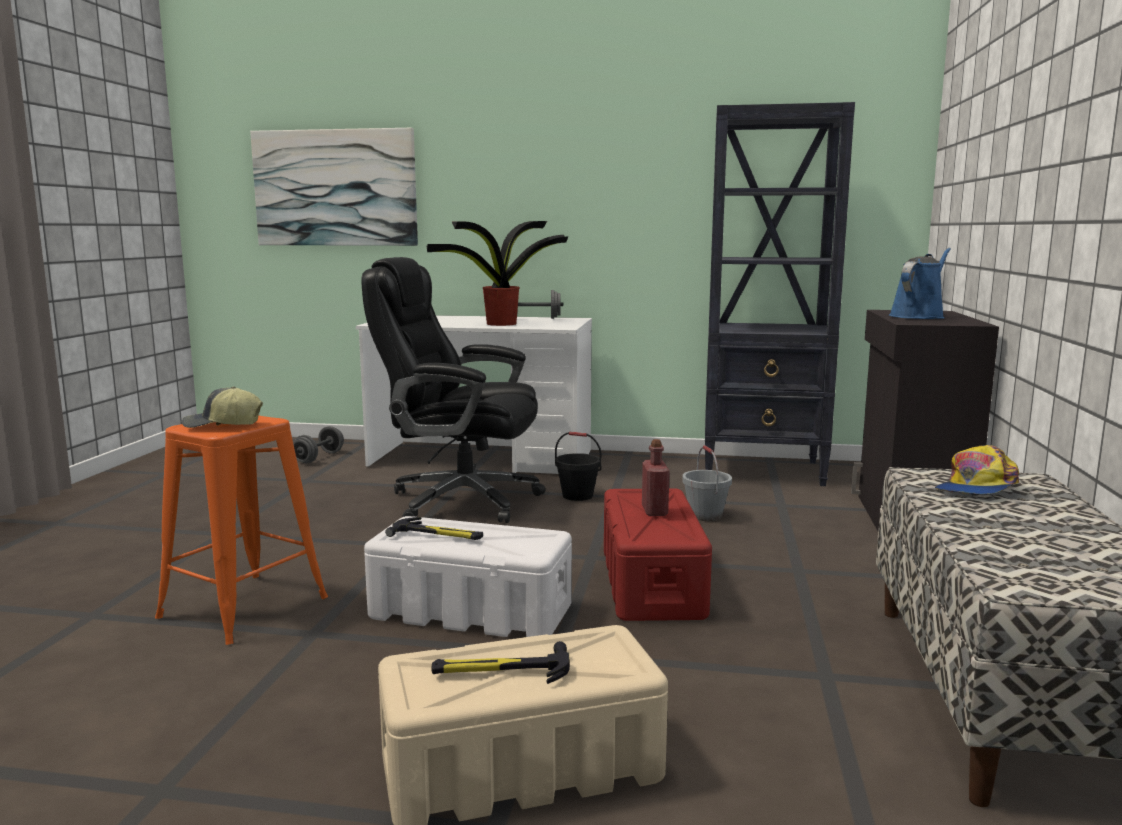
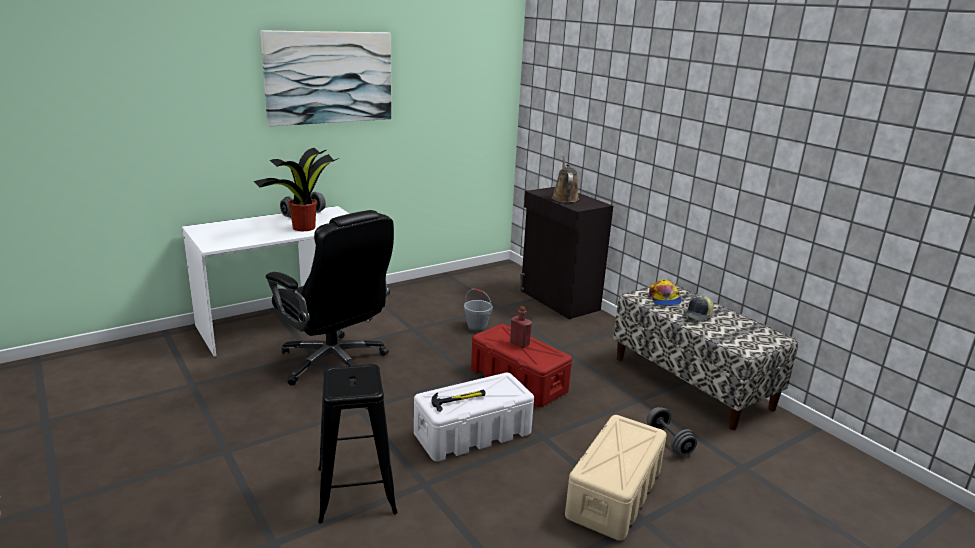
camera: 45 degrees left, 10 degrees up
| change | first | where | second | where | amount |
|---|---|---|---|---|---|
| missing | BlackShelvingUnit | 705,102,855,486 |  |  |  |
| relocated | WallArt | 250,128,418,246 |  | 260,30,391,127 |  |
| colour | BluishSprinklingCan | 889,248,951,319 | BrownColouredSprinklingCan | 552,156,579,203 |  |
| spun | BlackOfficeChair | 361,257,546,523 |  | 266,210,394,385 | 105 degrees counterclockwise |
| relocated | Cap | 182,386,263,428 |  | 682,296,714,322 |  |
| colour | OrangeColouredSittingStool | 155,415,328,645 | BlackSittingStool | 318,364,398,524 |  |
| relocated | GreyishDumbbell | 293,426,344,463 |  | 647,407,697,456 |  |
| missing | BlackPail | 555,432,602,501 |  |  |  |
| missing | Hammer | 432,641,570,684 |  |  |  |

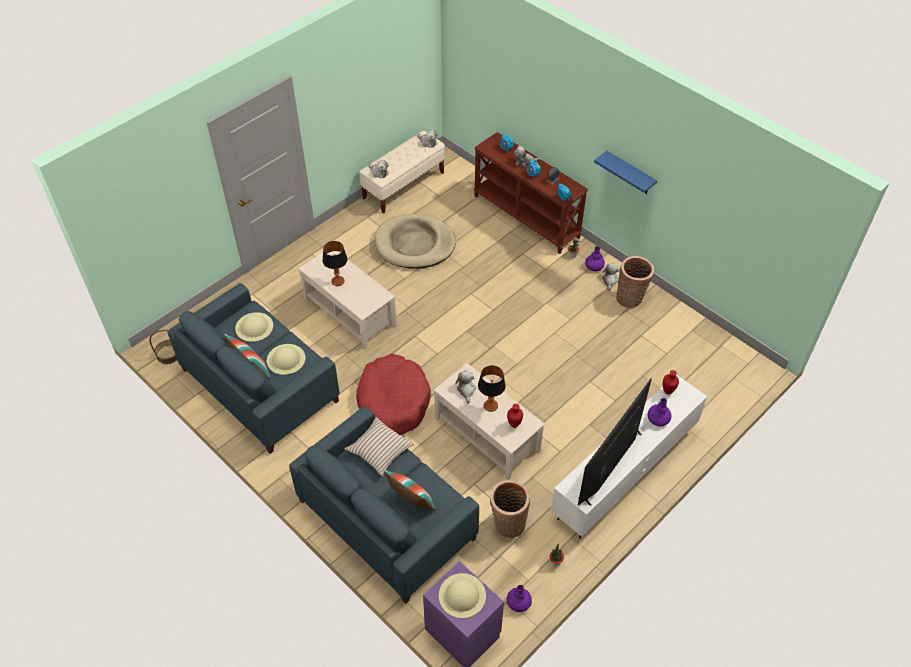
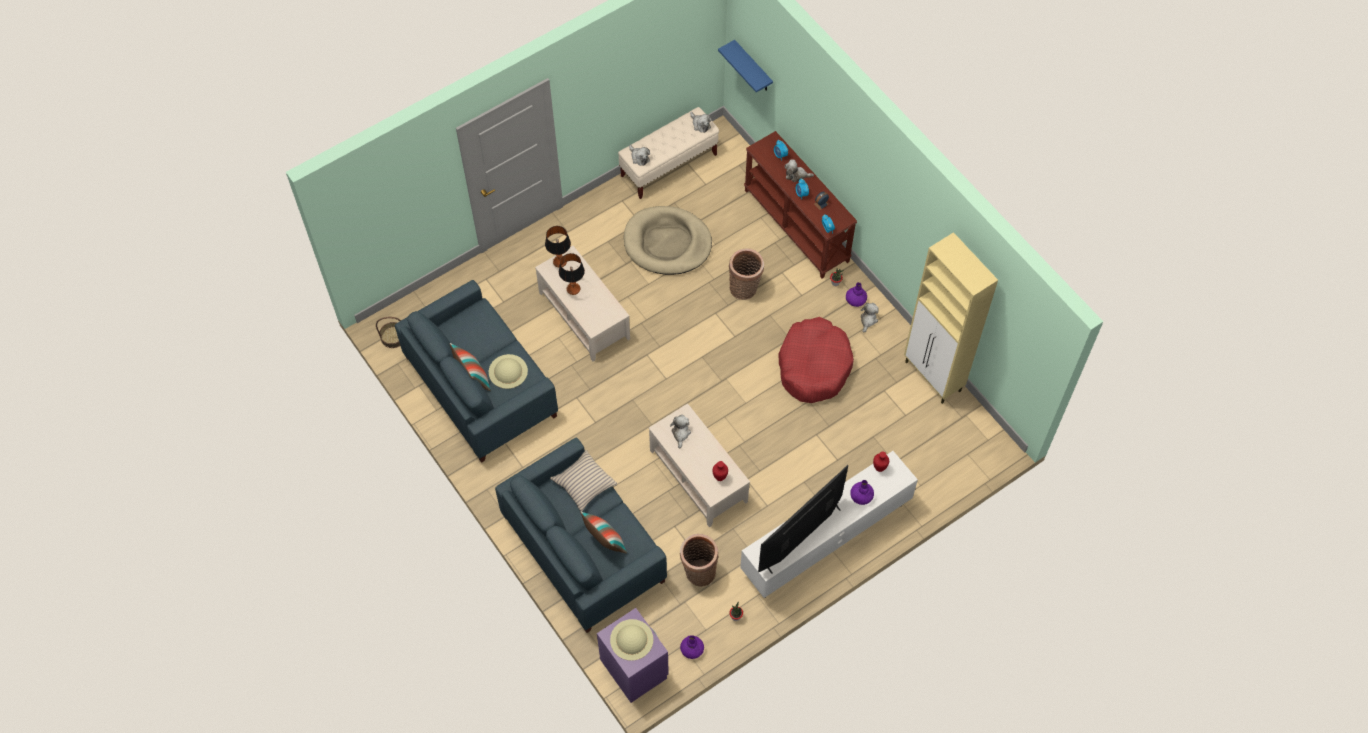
camera: 10 degrees right, 10 degrees up
| change | first | where | second | where | amount |
|---|---|---|---|---|---|
| relocated | BluishBracketShelf | 594,151,657,194 |  | 718,40,773,92 |  |
| relocated | StorageBasket | 616,256,654,308 |  | 729,248,764,300 |  |
| missing | BeigeColouredHat | 235,312,273,342 |  |  |  |
| relocated | RedColouredPetBed | 356,354,431,435 |  | 778,317,854,403 |  |
| relocated | LampForATable | 478,365,506,412 |  | 545,226,571,267 |  |
| appeared |  |  | BeigeColouredCabinet | 904,232,998,404 |  |

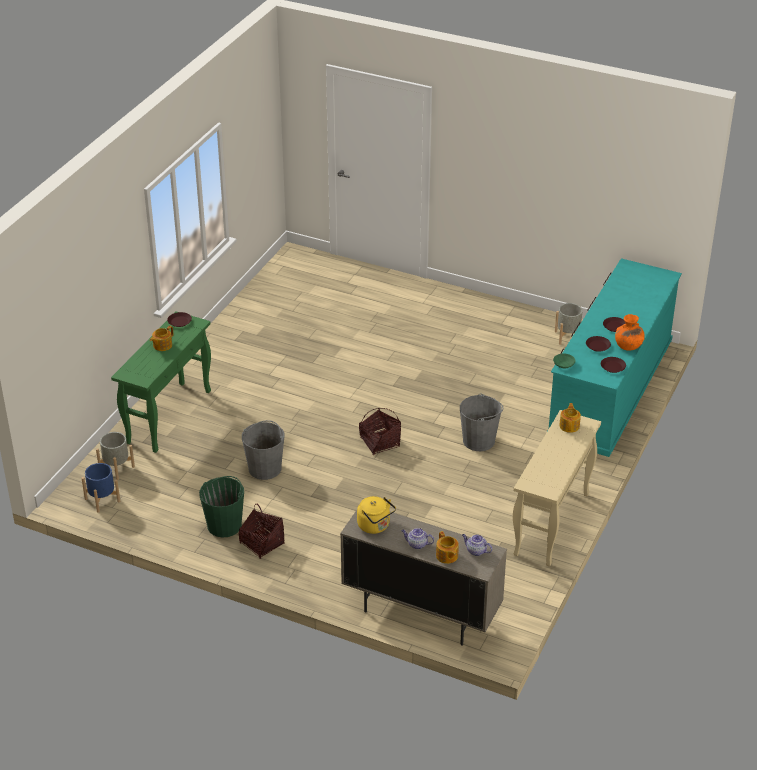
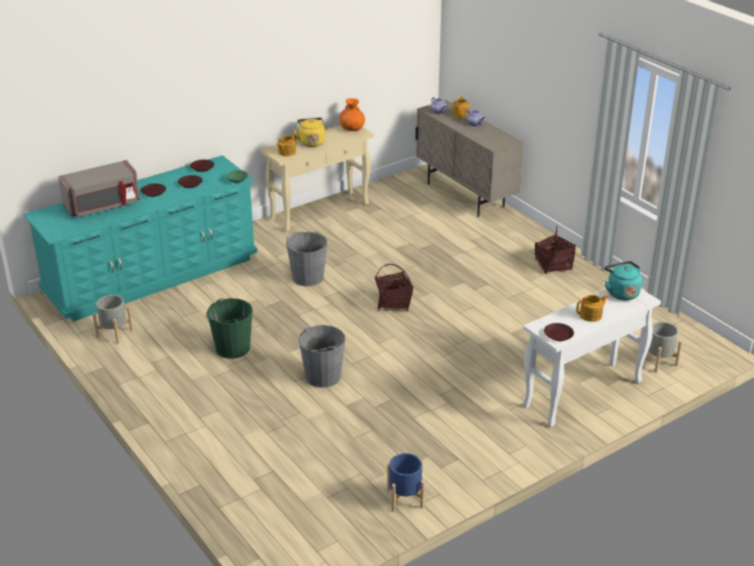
camera: 150 degrees left, 5 degrees down
| change | first | where | second | where | amount |
|---|---|---|---|---|---|
| colour | GreenishNarrowTable | 111,311,211,453 | WhiteColouredNarrowTable | 523,289,661,427 |  |
| relocated | OrangeColouredDecorativeVase | 615,314,645,351 |  | 339,98,365,131 |  |
| relocated | GreyishPail | 242,420,284,480 |  | 299,325,345,388 |  |
| relocated | BluishPlanter | 82,463,120,513 |  | 387,453,425,512 |  |
| relocated | GreenishPail | 199,476,244,538 |  | 206,298,253,359 |  |
| relocated | YellowKettle | 357,496,396,534 |  | 293,118,325,147 |  |
| appeared |  |  | GreyishKitchenMicrowave | 58,160,140,217 |  |
| appeared |  |  | TurquoiseColouredKettle | 604,261,642,300 |  |

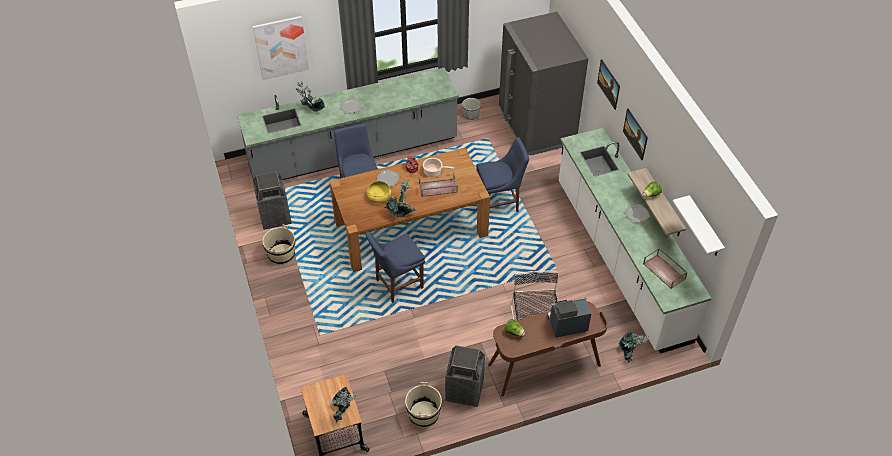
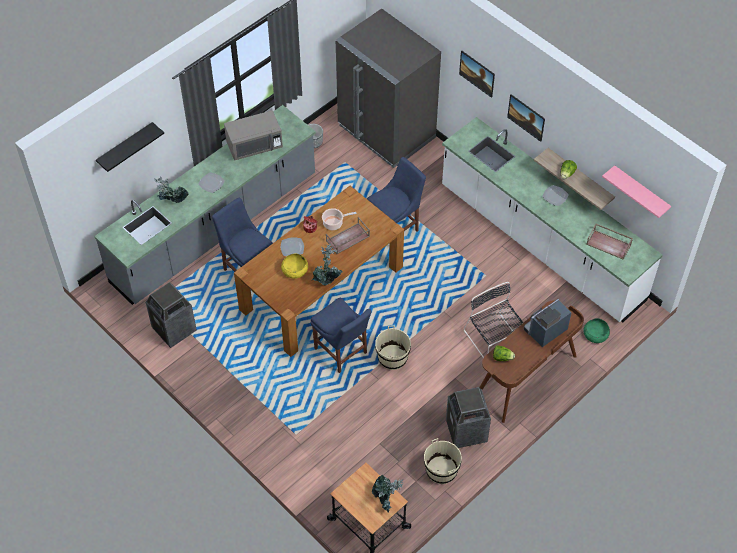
camera: 25 degrees left, 5 degrees up
| change | first | where | second | where | amount |
|---|---|---|---|---|---|
| exchanged | WallArt | 253,16,309,80 | BlackBracketShelf | 96,122,164,172 |  |
| colour | WhiteColouredBracketShelf | 672,195,725,256 | PinkBracketShelf | 602,165,671,218 |  |
| relocated | BeigeColouredPail | 263,224,295,265 |  | 375,325,411,370 |  |
| spun | BluishPlainChair | 366,232,425,303 |  | 310,297,371,373 | 75 degrees counterclockwise |
| exchanged | PottedPlant | 619,331,649,363 | GreenishDeepDish | 583,318,610,343 |  |
| appeared |  |  | GreyishKitchenMicrowave | 224,110,283,160 |  |

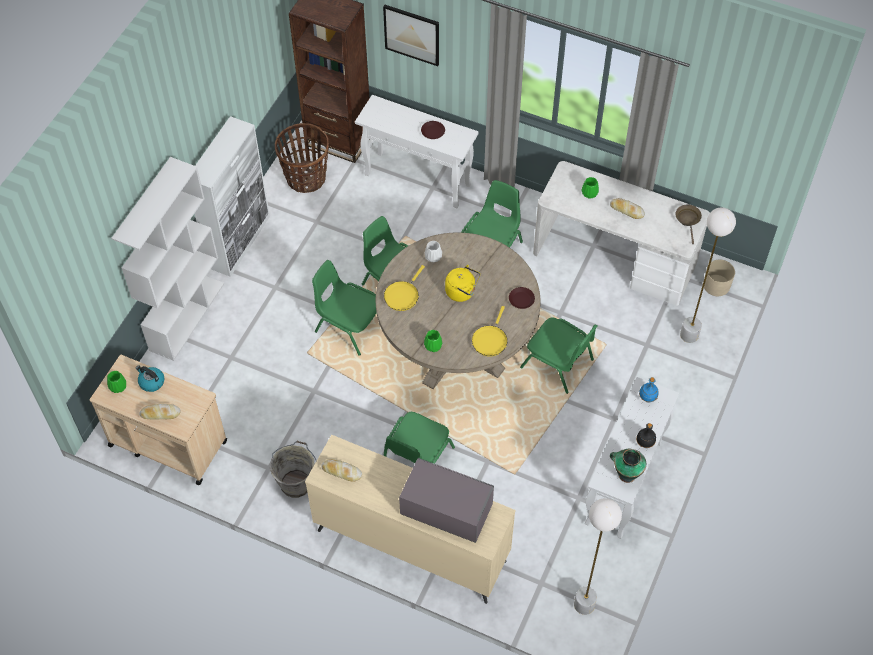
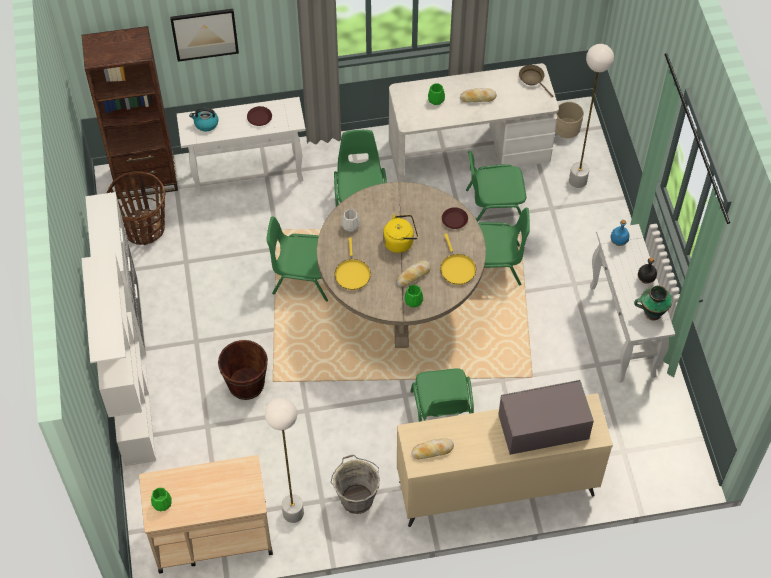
camera: 35 degrees left, 0 degrees up
| change | first | where | second | where | amount |
|---|---|---|---|---|---|
| relocated | GreenishPlainChair | 312,260,376,356 |  | 466,151,526,222 |  |
| relocated | Kettle | 136,366,164,392 |  | 189,108,218,131 |  |
| relocated | Bread | 139,404,180,419 |  | 397,261,431,287 |  |
| relocated | WhiteColouredFloorLamp | 574,498,622,615 |  | 265,398,304,523 |  |
| appeared |  |  | BrownColouredPail | 218,340,268,400 |  |

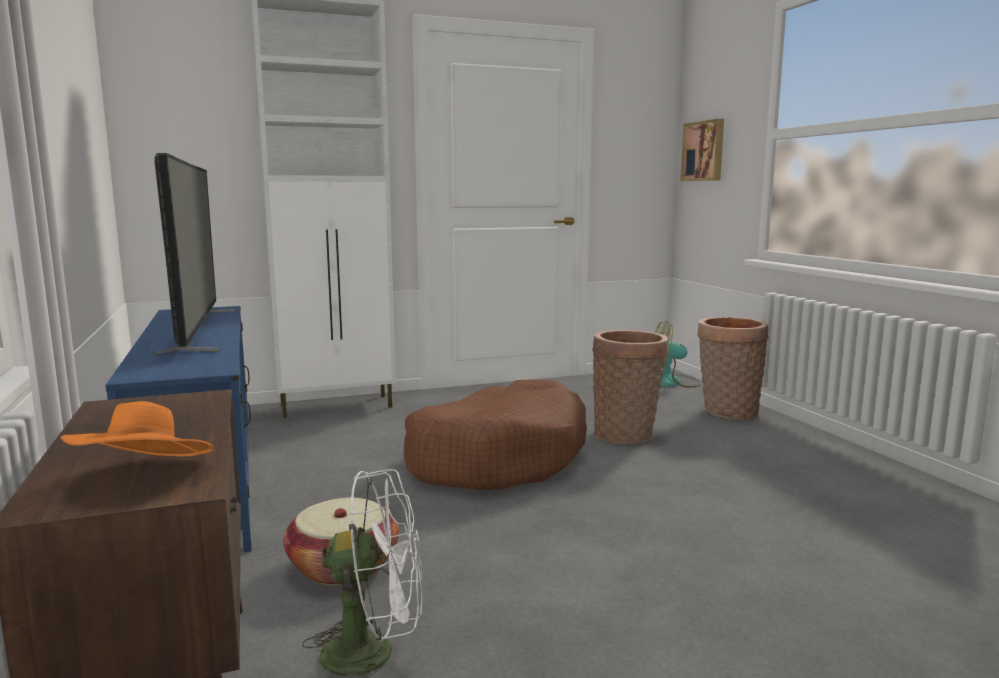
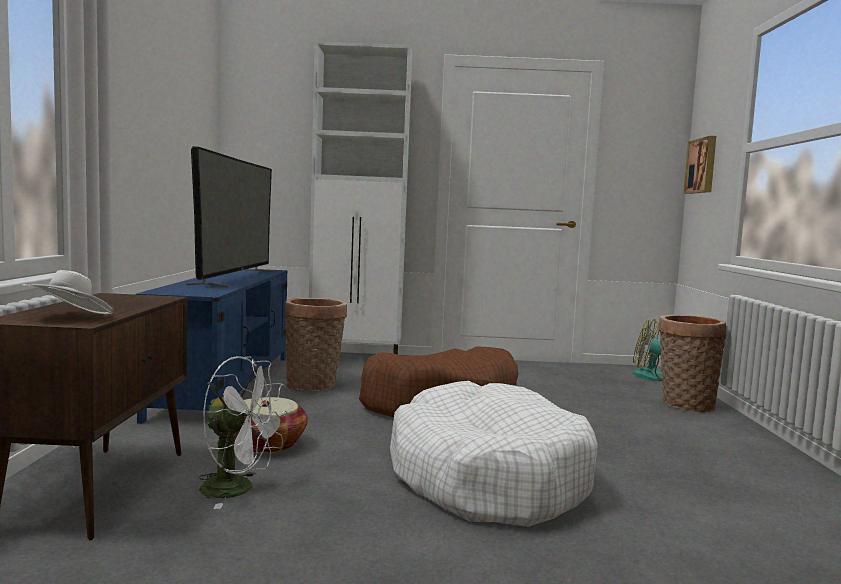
camera: 20 degrees right, 5 degrees down
| change | first | where | second | where | amount |
|---|---|---|---|---|---|
| relocated | StorageBasket | 592,330,668,445 |  | 284,298,347,391 |  |
| colour | OrangeColouredHat | 61,401,214,456 | WhiteColouredHat | 22,270,114,314 |  |
| appeared |  |  | WhiteColouredPetBed | 390,381,598,527 |  |

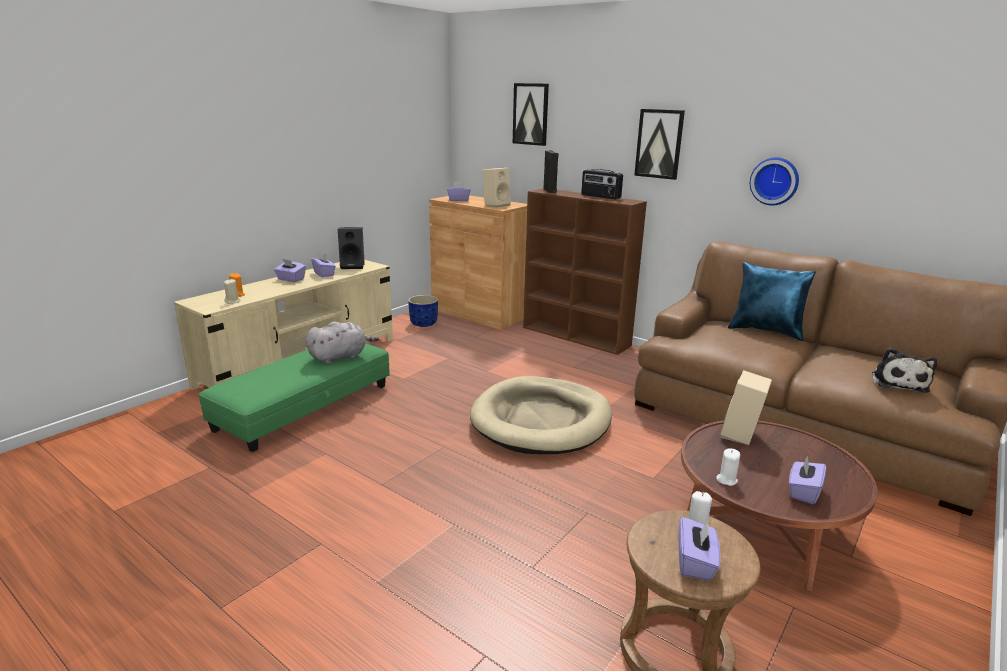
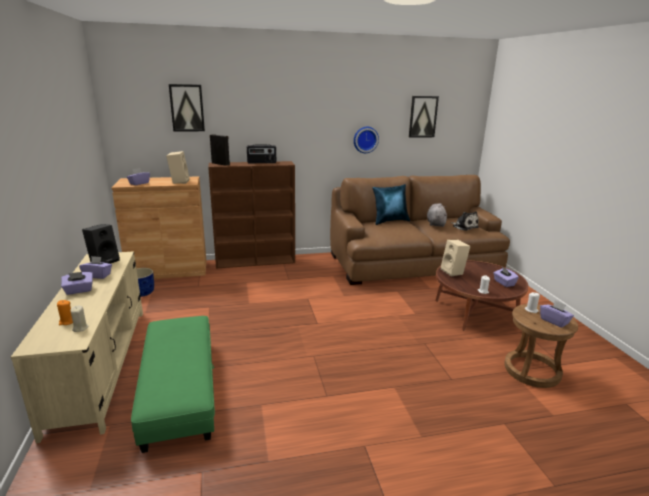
camera: 50 degrees left, 0 degrees up
| change | first | where | second | where | amount |
|---|---|---|---|---|---|
| relocated | WallArt | 634,109,685,180 |  | 409,96,439,138 |  |
| relocated | GreyishCuddlyToy | 305,322,379,364 |  | 427,203,447,227 |  |
| missing | BeigeColouredPetBed | 470,376,612,454 |  |  |  |

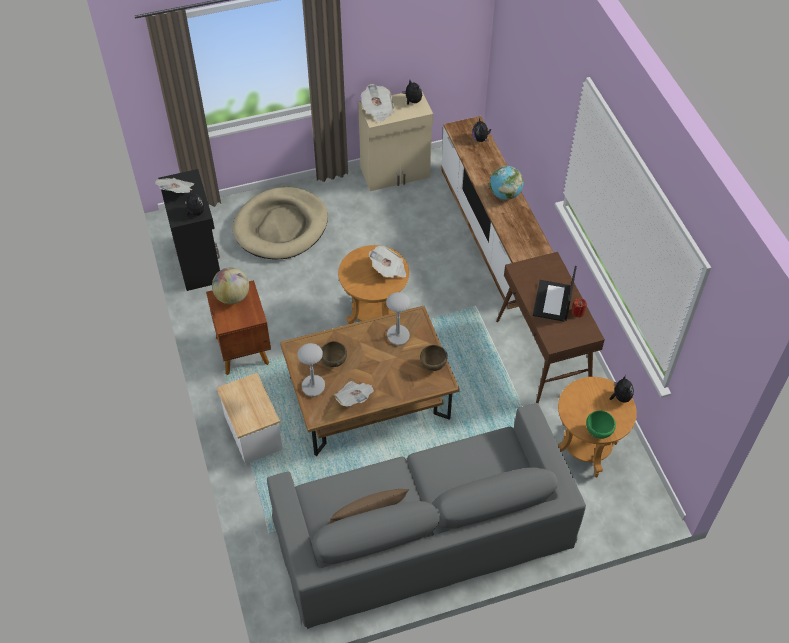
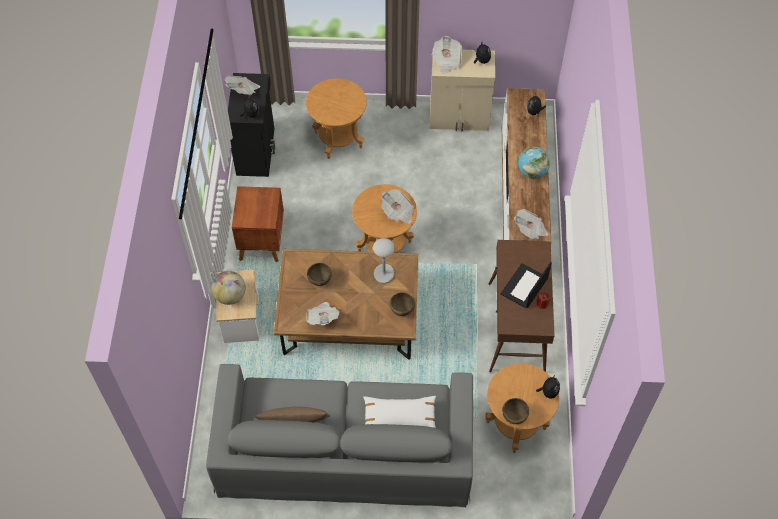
camera: 20 degrees right, 5 degrees up
| change | first | where | second | where | amount |
|---|---|---|---|---|---|
| exchanged | BeigeColouredPetBed | 232,187,328,259 | BrownColouredEndTable | 306,78,367,159 |  |
| relocated | DeskGlobe | 212,267,249,304 |  | 211,271,246,305 |  |
| missing | GreyishLampForATable | 297,343,325,397 |  |  |  |
| colour | GreenishDeepDish | 586,410,616,439 | BrownColouredDeepDish | 502,398,529,424 |  |
| appeared |  |  | DailyPaper | 514,209,548,239 |  |
| appeared |  |  | WhiteColouredThrowPillow | 363,396,436,428 |  |

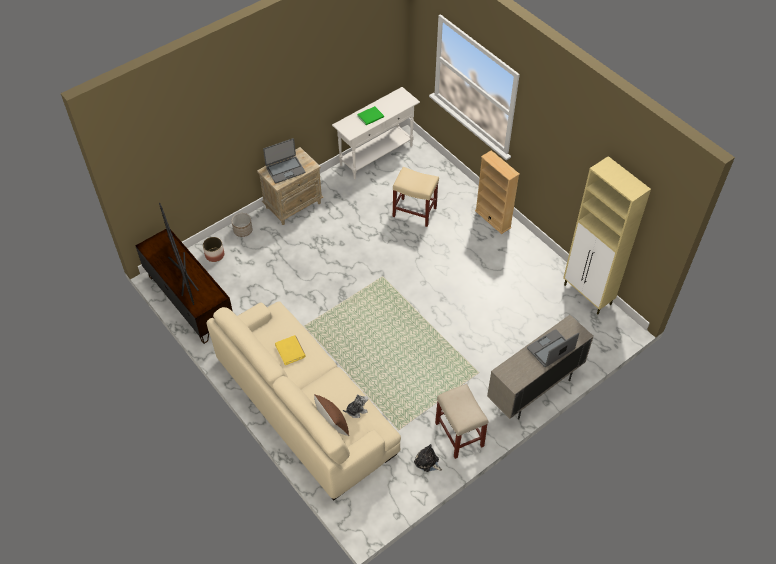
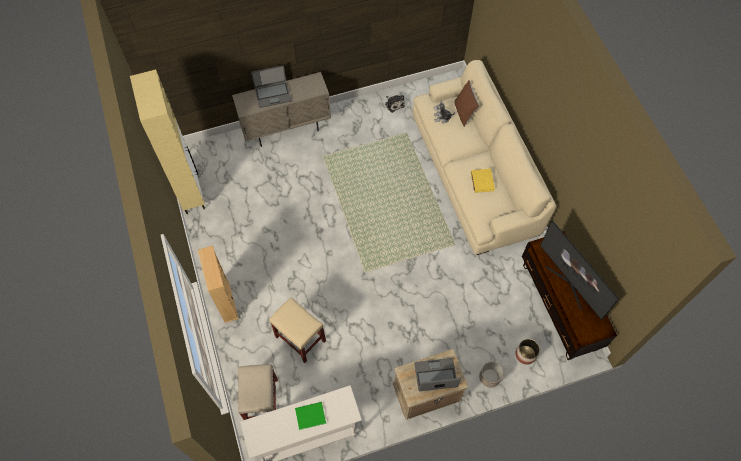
camera: 160 degrees left, 10 degrees up
| change | first | where | second | where | amount |
|---|---|---|---|---|---|
| spun | Television | 159,203,199,305 |  | 540,220,619,320 | 150 degrees clockwise |
| relocated | BeigeColouredSittingStool | 435,384,488,459 |  | 238,364,278,420 |  |

